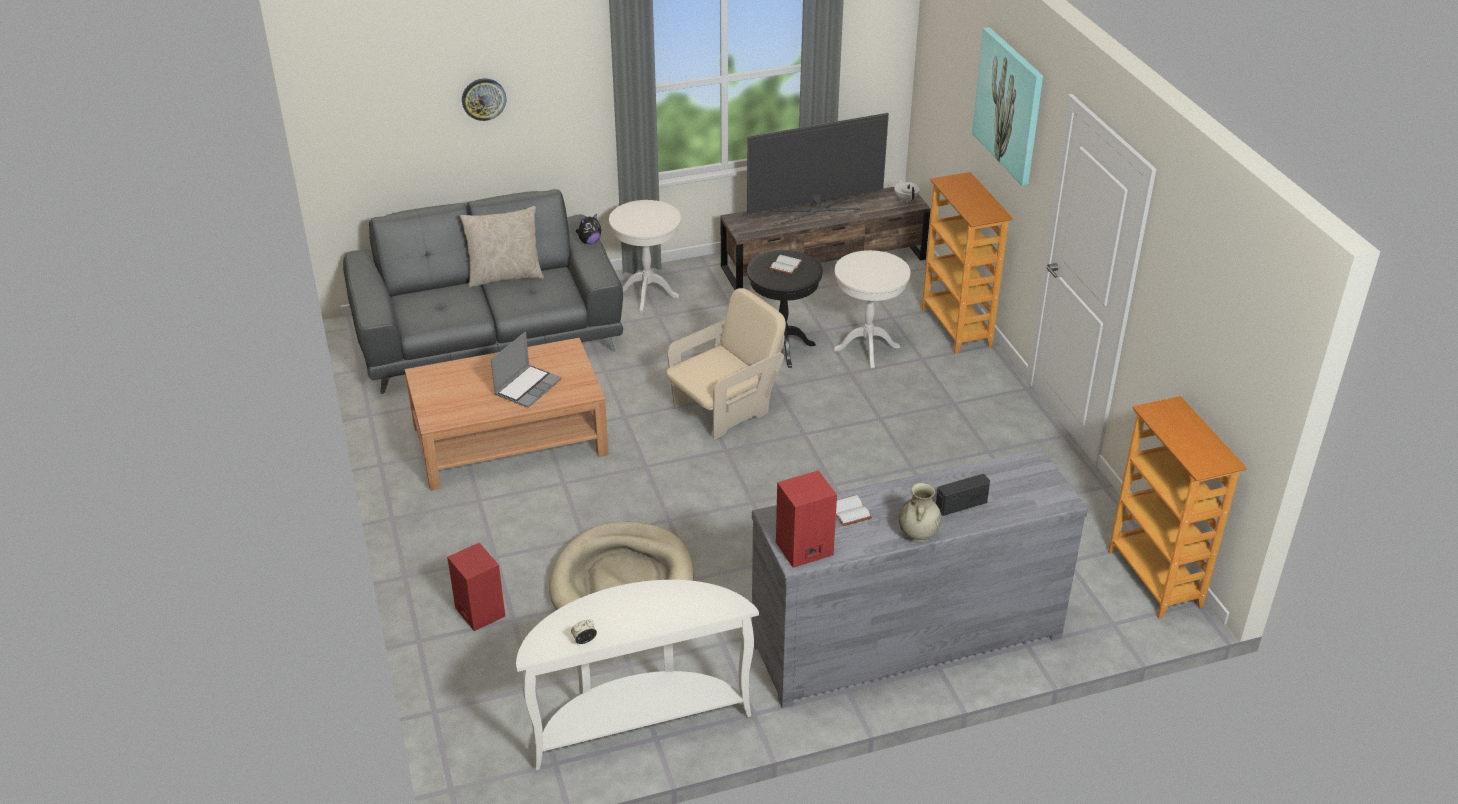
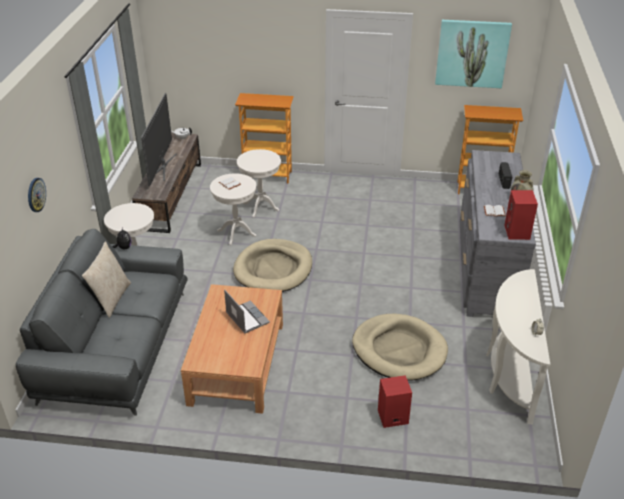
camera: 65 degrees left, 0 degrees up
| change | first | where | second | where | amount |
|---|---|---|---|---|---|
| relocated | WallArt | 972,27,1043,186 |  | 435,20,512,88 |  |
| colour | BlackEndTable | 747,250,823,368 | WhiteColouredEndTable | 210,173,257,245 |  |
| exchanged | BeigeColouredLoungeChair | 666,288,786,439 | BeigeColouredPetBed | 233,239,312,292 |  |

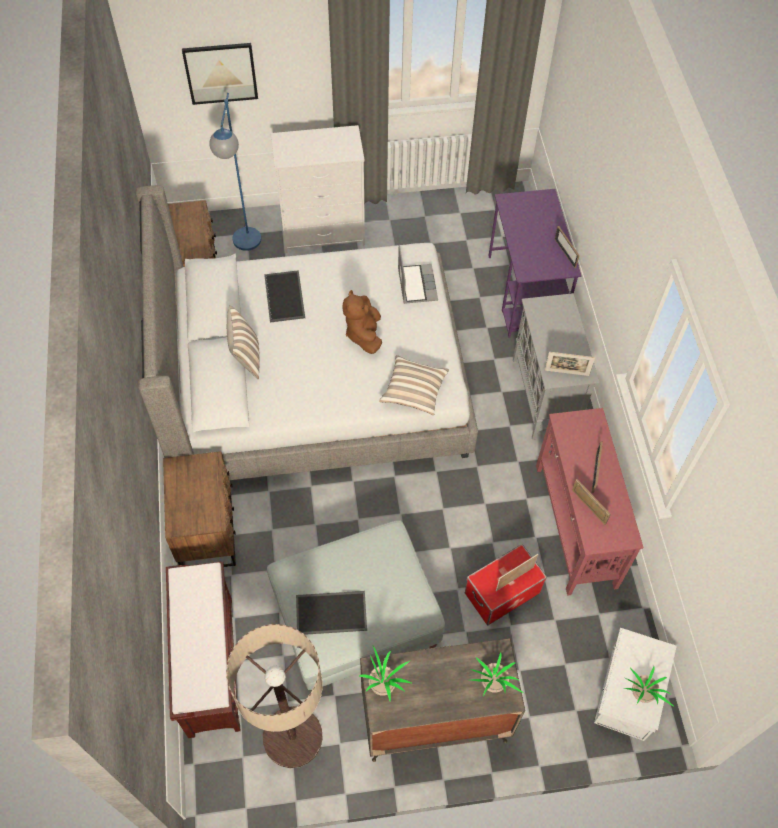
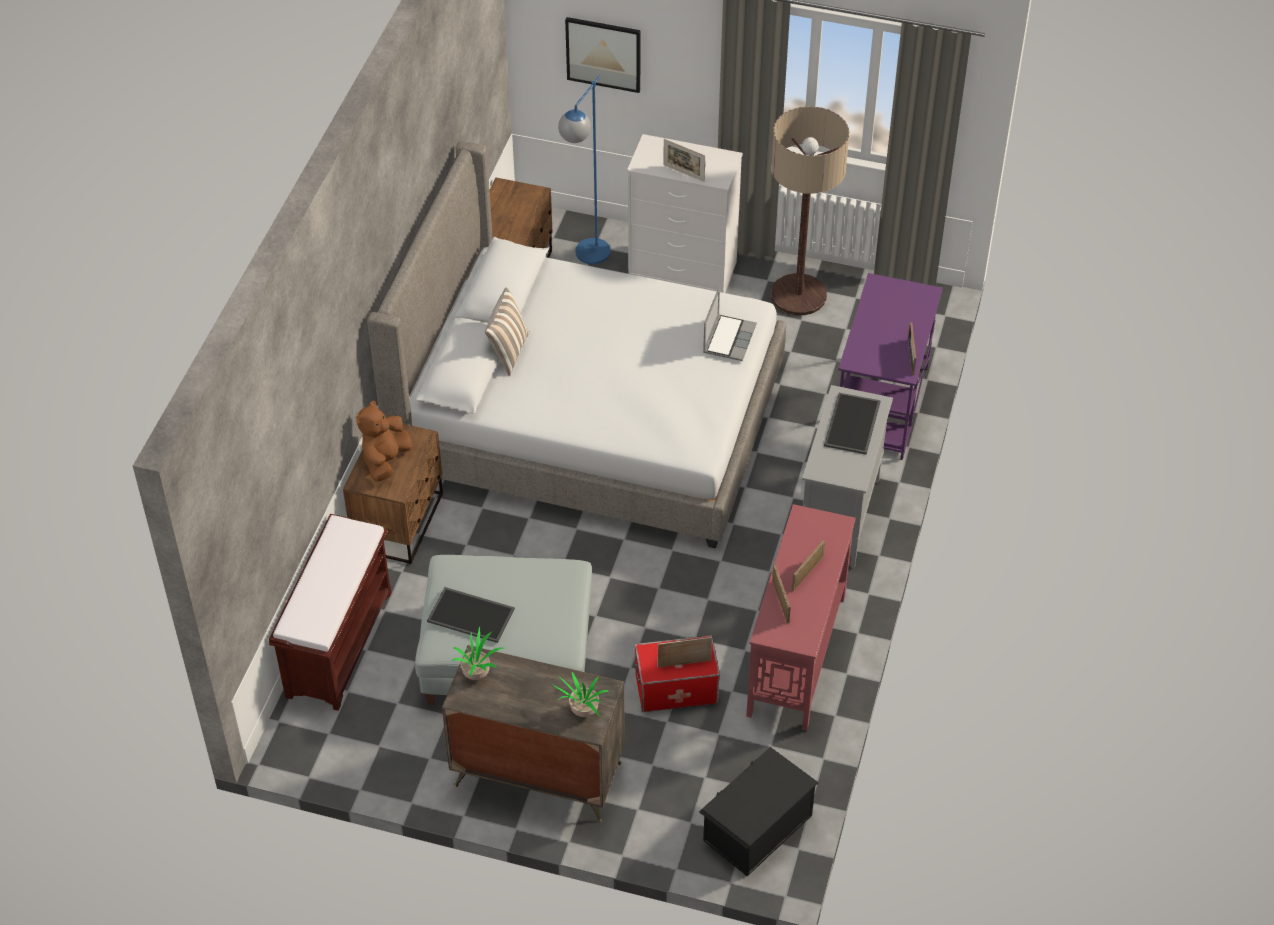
camera: 25 degrees right, 10 degrees down
| change | first | where | second | where | amount |
|---|---|---|---|---|---|
| relocated | Tray | 264,270,305,322 |  | 824,393,881,455 |  |
| relocated | BrownColouredCuddlyToy | 342,290,382,354 |  | 356,401,412,482 |  |
| relocated | PictureFrame | 544,352,595,376 |  | 663,139,705,182 |  |
| missing | ThrowPillow | 379,355,449,415 |  |  |  |
| relocated | FloorLamp | 226,624,323,768 |  | 771,106,849,315 |  |
| colour | WhiteColouredStorageContainer | 594,628,677,741 | BlackStorageContainer | 699,747,818,876 |  |
| missing | PottedPlant | 625,666,675,707 |  |  |  |

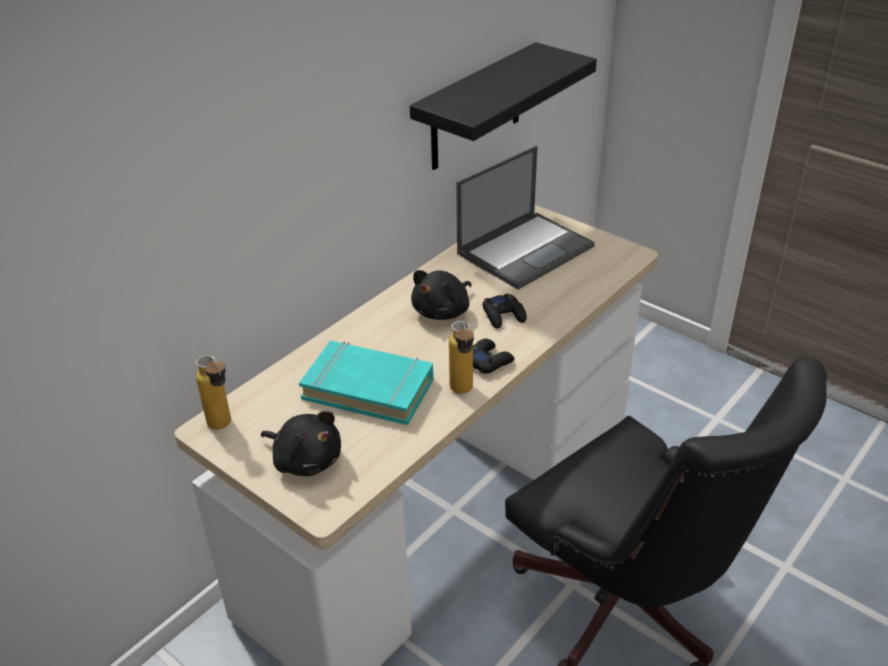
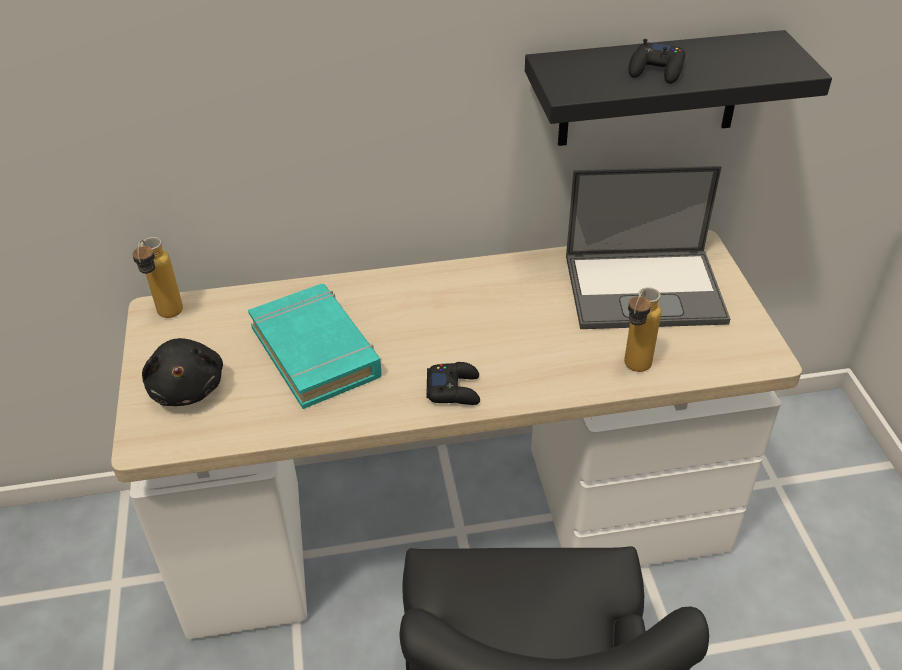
camera: 40 degrees right, 5 degrees up
| change | first | where | second | where | amount |
|---|---|---|---|---|---|
| missing | BlackCuddlyToy | 411,270,471,320 |  |  |  |
| relocated | BlackJoypad | 482,294,526,328 |  | 629,39,685,84 |  |
| relocated | DrinkBottle | 449,321,474,394 |  | 624,287,661,372 |  |

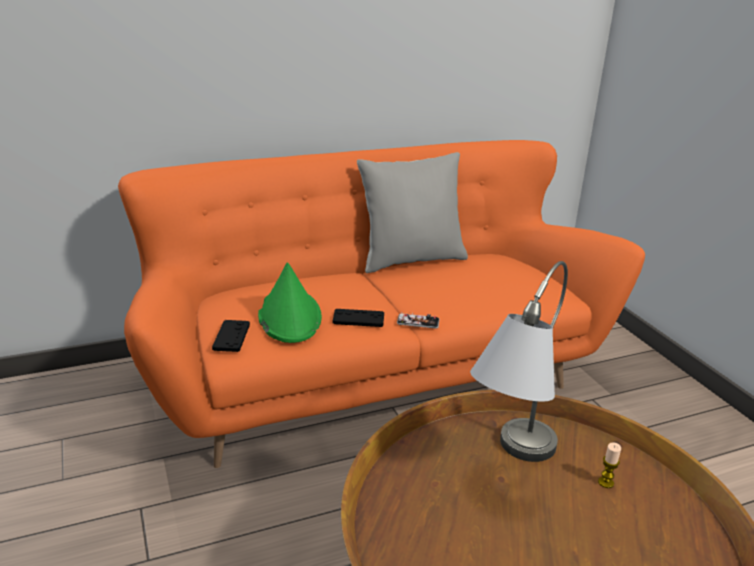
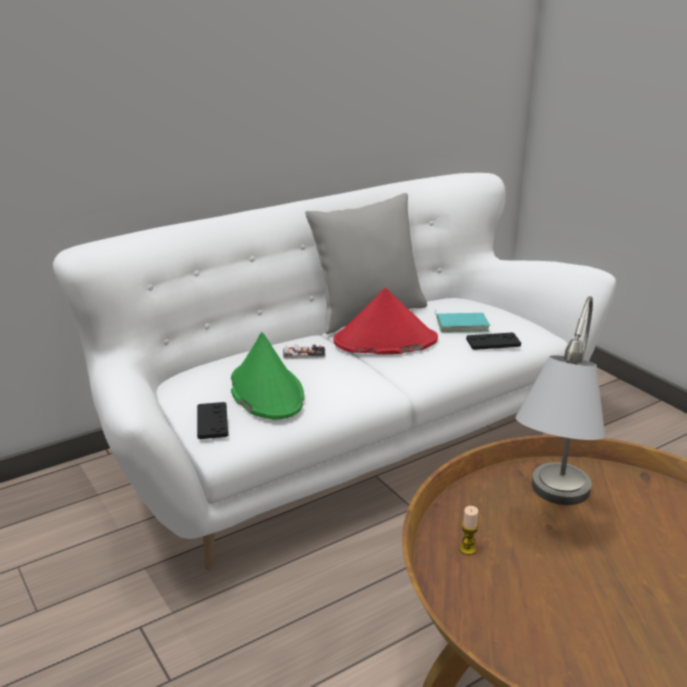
camera: 10 degrees left, 0 degrees up
| change | first | where | second | where | amount |
|---|---|---|---|---|---|
| colour | OrangeColouredSettee | 118,140,645,468 | WhiteColouredSettee | 53,173,616,570 |  |
| relocated | BlackJoypad | 333,309,384,327 |  | 466,333,521,350 |  |
| relocated | Phone | 397,312,439,329 |  | 283,345,326,358 |  |
| relocated | WaxCandle | 598,442,621,488 |  | 460,506,479,555 |  |
| appeared |  |  | RedColouredHat | 333,288,438,354 |  |
| appeared |  |  | TurquoiseColouredBoundBook | 435,310,490,332 |  |

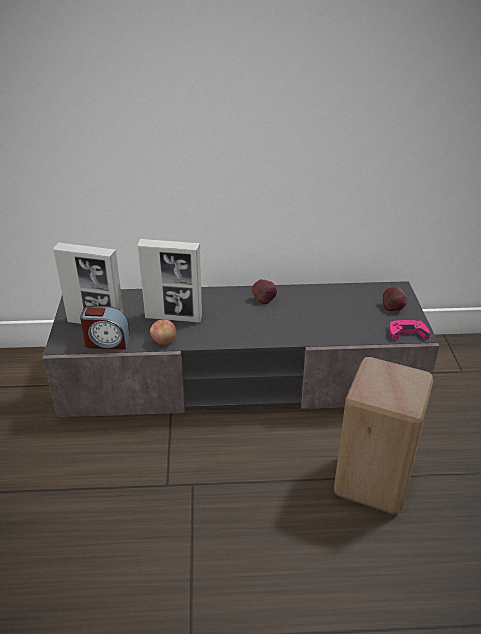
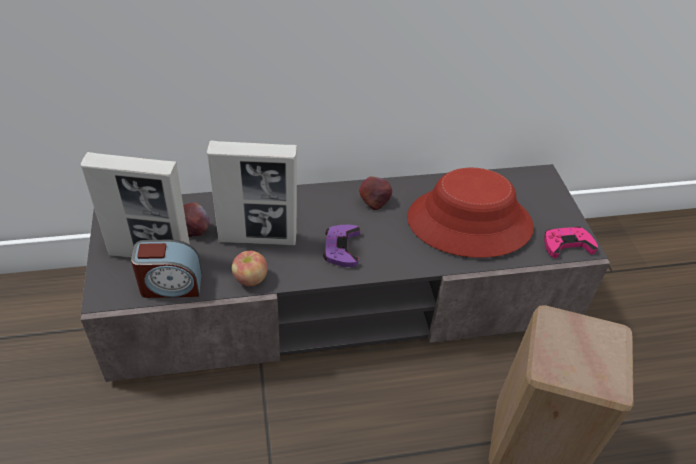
camera: 10 degrees left, 10 degrees up
| change | first | where | second | where | amount |
|---|---|---|---|---|---|
| relocated | Apple | 383,287,407,311 |  | 183,202,209,237 |  |
| appeared |  |  | RedColouredHat | 407,168,534,258 |  |
| appeared |  |  | PurplishJoypad | 323,224,360,267 |  |

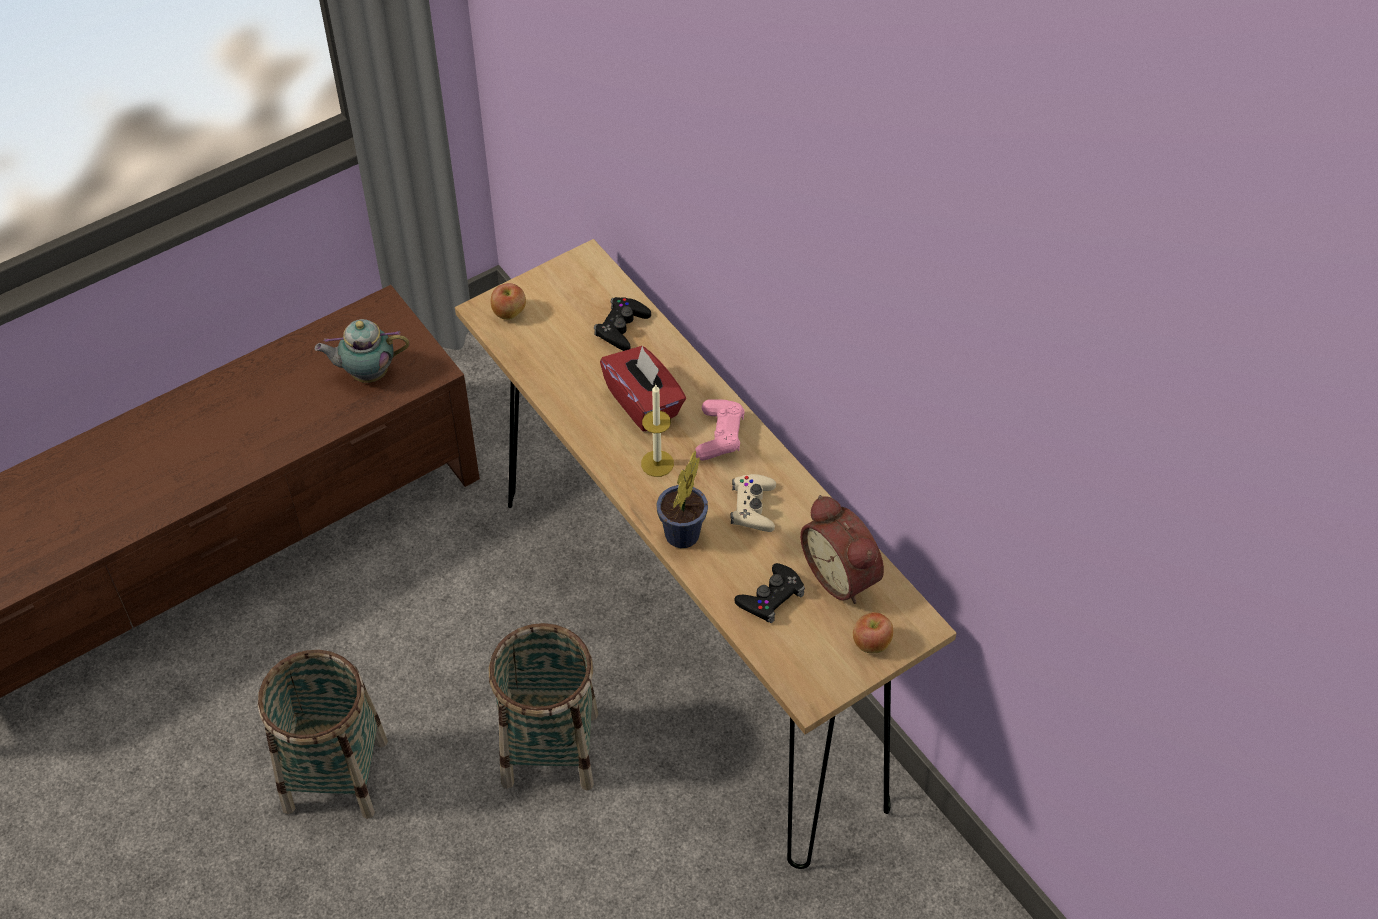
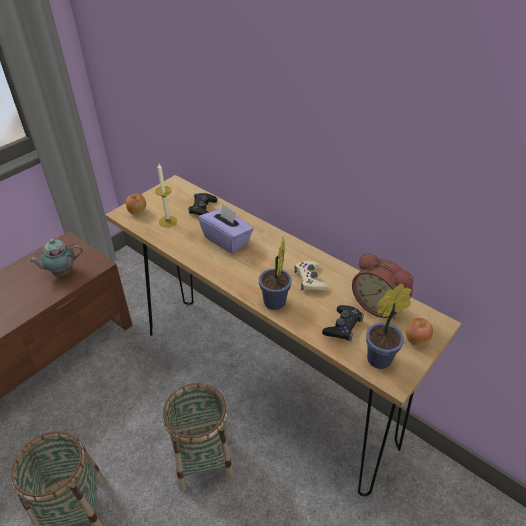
camera: 15 degrees left, 10 degrees down
| change | first | where | second | where | amount |
|---|---|---|---|---|---|
| colour | RedColouredBoxOfTissues | 600,346,686,432 | PurplishBoxOfTissues | 198,203,254,254 |  |
| relocated | WaxCandle | 641,385,674,477 |  | 155,164,177,227 |  |
| missing | PinkJoypad | 695,399,744,460 |  |  |  |
| appeared |  |  | PottedPlant | 366,284,412,369 |  |

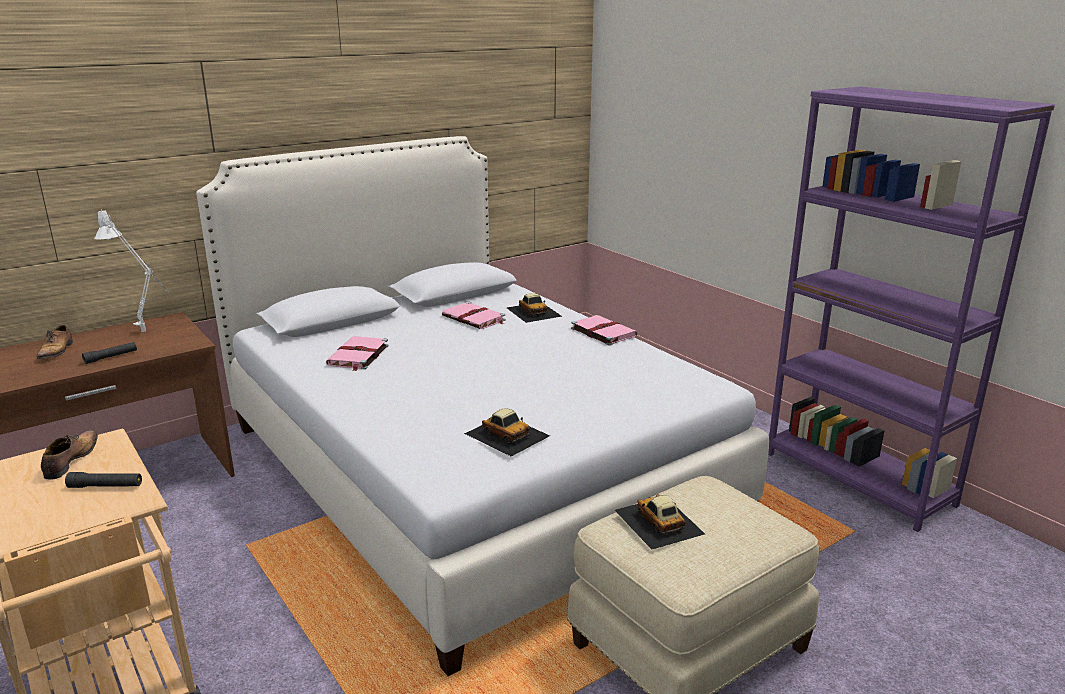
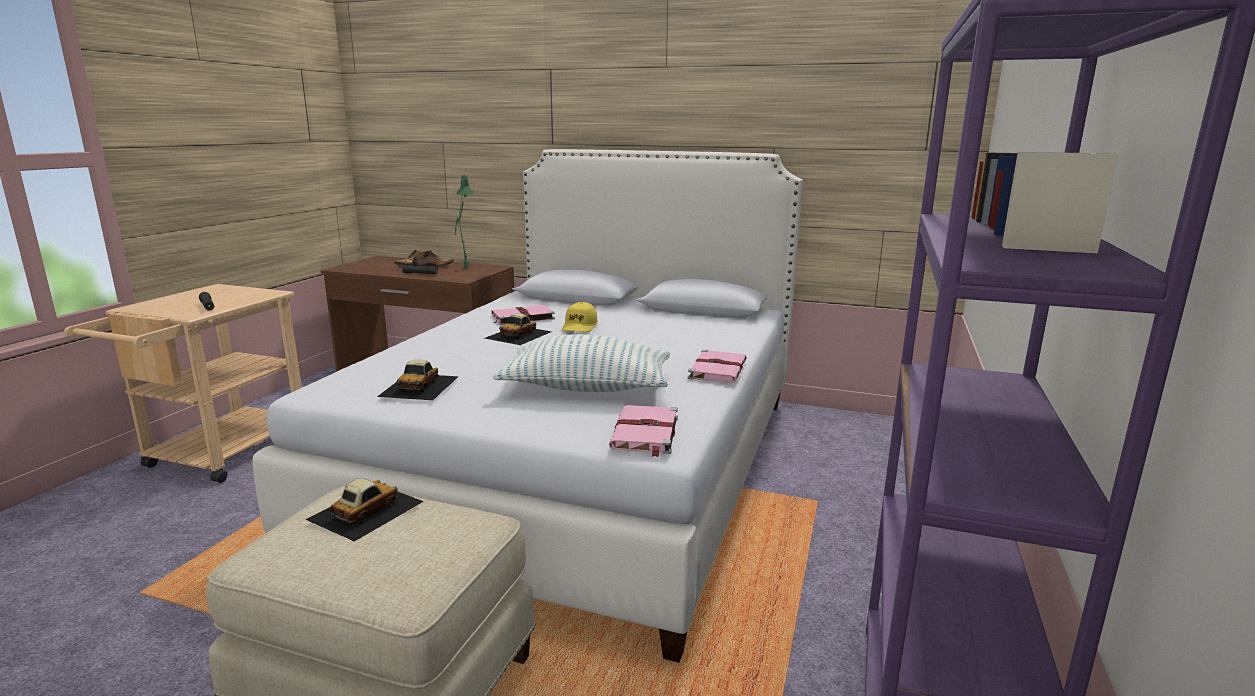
camera: 55 degrees right, 5 degrees down
| change | first | where | second | where | amount |
|---|---|---|---|---|---|
| colour | WhiteColouredLampForATable | 94,209,167,332 | GreenishLampForATable | 454,174,475,268 |  |
| relocated | ToyCar | 507,293,562,323 |  | 484,314,552,345 |  |
| relocated | PinkBoundBook | 442,302,506,329 |  | 609,405,678,457 |  |
| relocated | ItemOfFootwear | 41,430,98,480 |  | 413,252,454,267 |  |
| appeared |  |  | YellowCap | 562,302,598,332 |  |
| appeared |  |  | ThrowPillow | 493,334,670,392 |  |

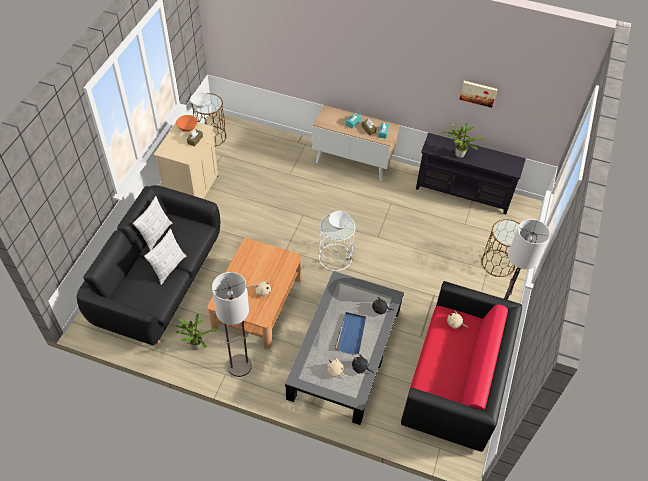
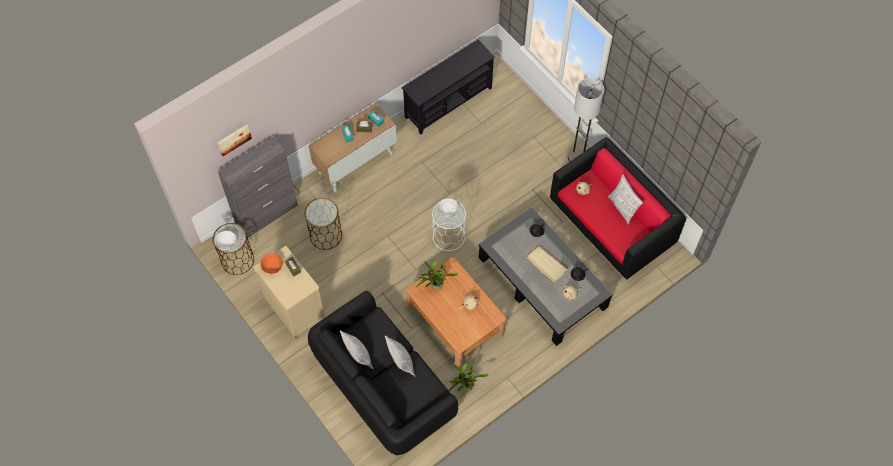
camera: 55 degrees left, 10 degrees up
| change | first | where | second | where | amount |
|---|---|---|---|---|---|
| relocated | WallArt | 459,81,497,108 |  | 217,124,252,156 |  |
| relocated | PottedPlant | 443,123,484,158 |  | 416,257,458,290 |  |
| relocated | BrownColouredEndTable | 481,219,520,277 |  | 305,198,342,250 |  |
| missing | FloorLamp | 212,272,252,377 |  |  |  |
| colour | BluishTray | 335,312,366,354 | BeigeColouredTray | 525,245,568,283 |  |
| appeared |  |  | GreyishCabinet | 218,137,298,237 |  |
| appeared |  |  | ThrowPillow | 608,175,643,224 |  |

